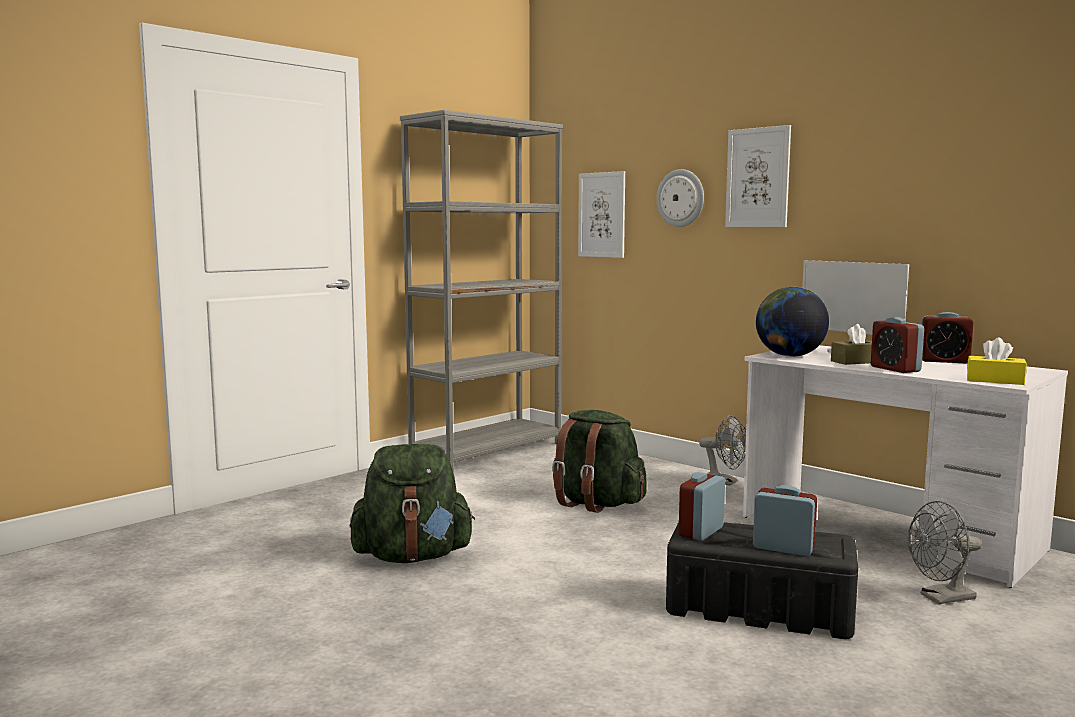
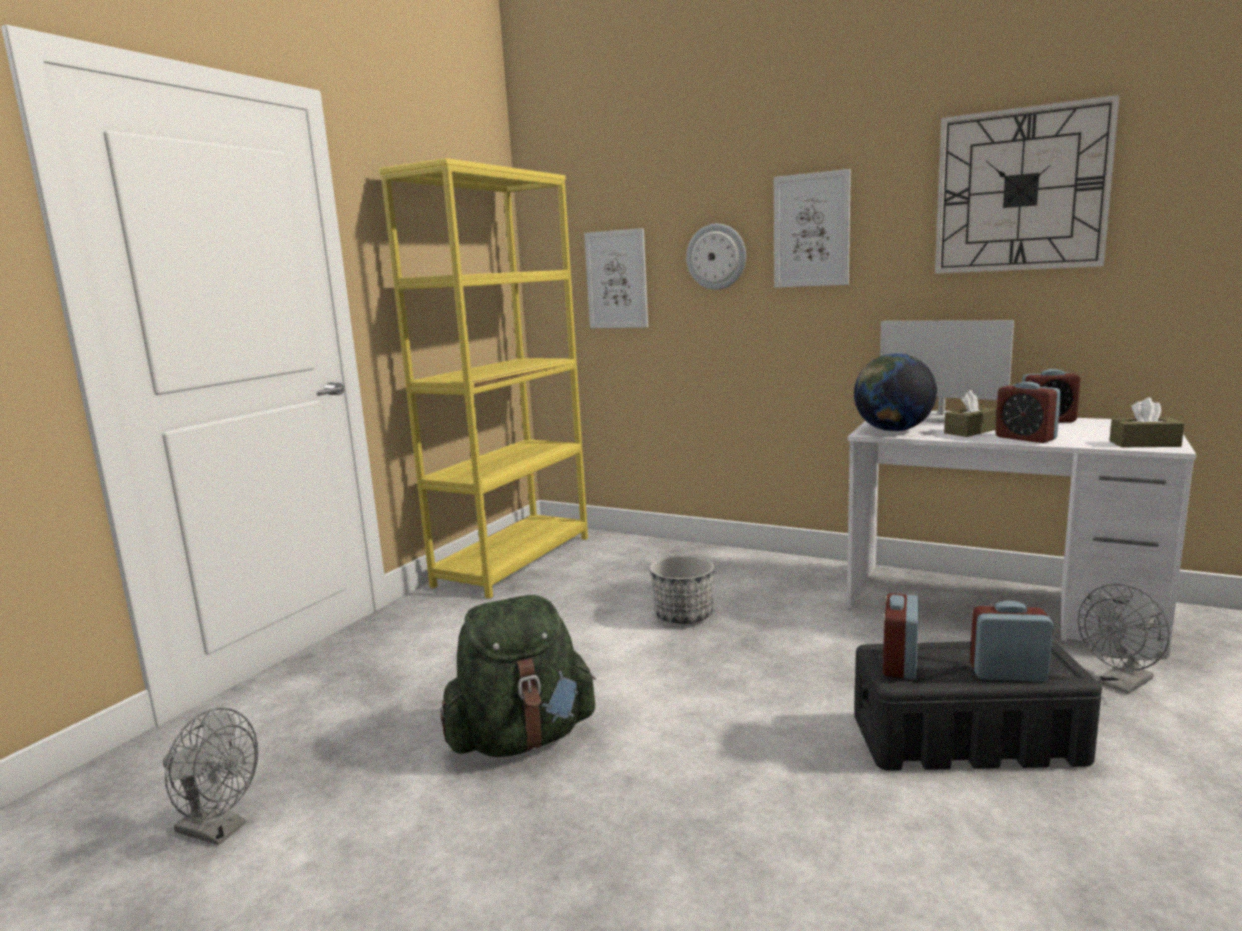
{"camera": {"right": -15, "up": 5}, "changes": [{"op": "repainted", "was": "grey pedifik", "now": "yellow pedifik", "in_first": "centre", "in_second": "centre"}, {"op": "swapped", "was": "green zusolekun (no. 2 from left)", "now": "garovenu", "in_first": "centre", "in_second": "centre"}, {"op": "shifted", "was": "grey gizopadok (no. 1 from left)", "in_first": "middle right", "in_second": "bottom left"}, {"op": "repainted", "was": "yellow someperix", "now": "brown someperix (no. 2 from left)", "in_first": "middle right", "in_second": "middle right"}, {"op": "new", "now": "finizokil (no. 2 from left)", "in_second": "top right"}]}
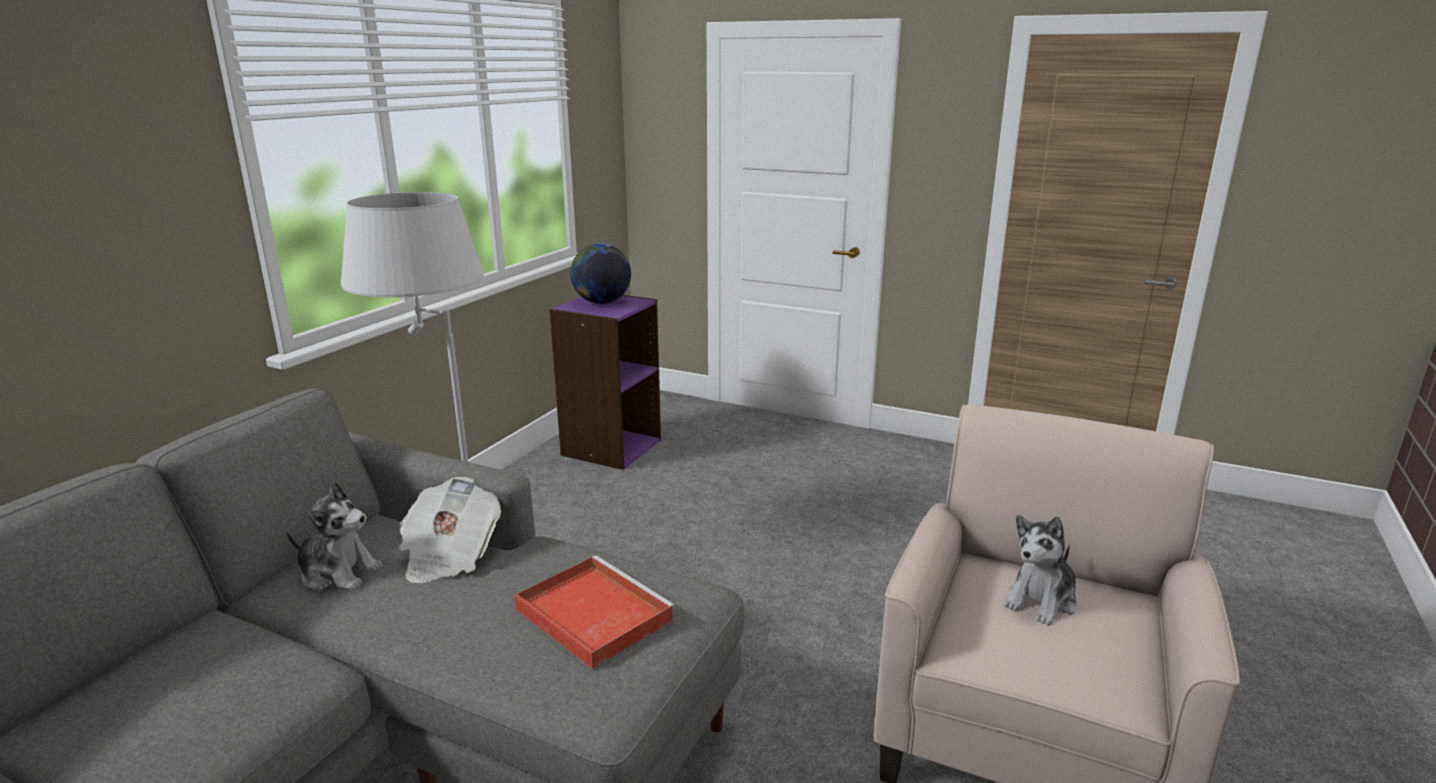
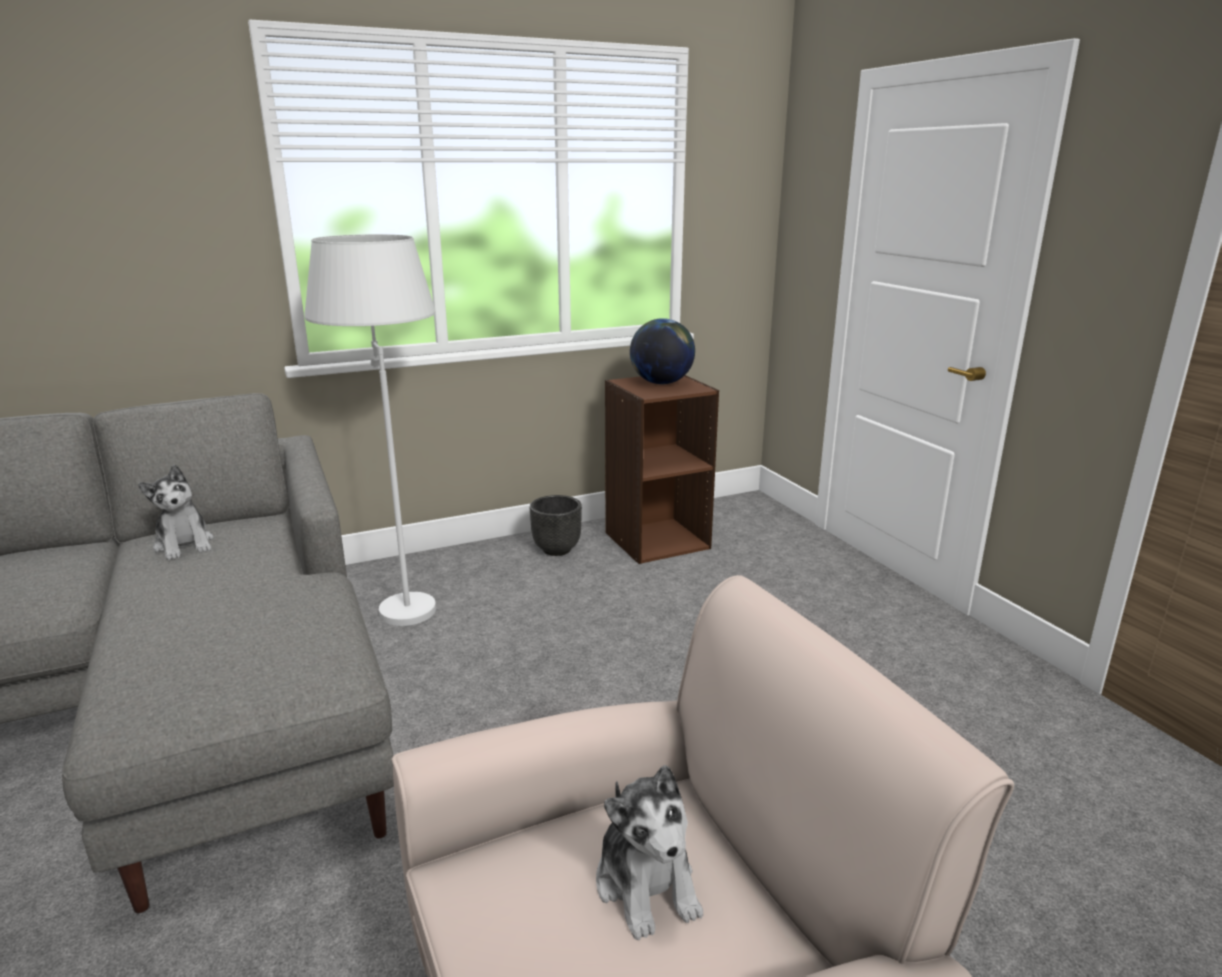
{"camera": {"right": 40, "up": 0}, "changes": [{"op": "gone", "was": "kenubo", "in_first": "bottom left"}, {"op": "gone", "was": "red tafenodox", "in_first": "bottom centre"}, {"op": "repainted", "was": "purple pedifik", "now": "brown pedifik", "in_first": "centre", "in_second": "centre"}, {"op": "rotated", "was": "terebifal (no. 2 from left)", "in_first": "bottom right", "in_second": "bottom centre", "clockwise": -105}, {"op": "new", "now": "black garovenu", "in_second": "centre"}]}
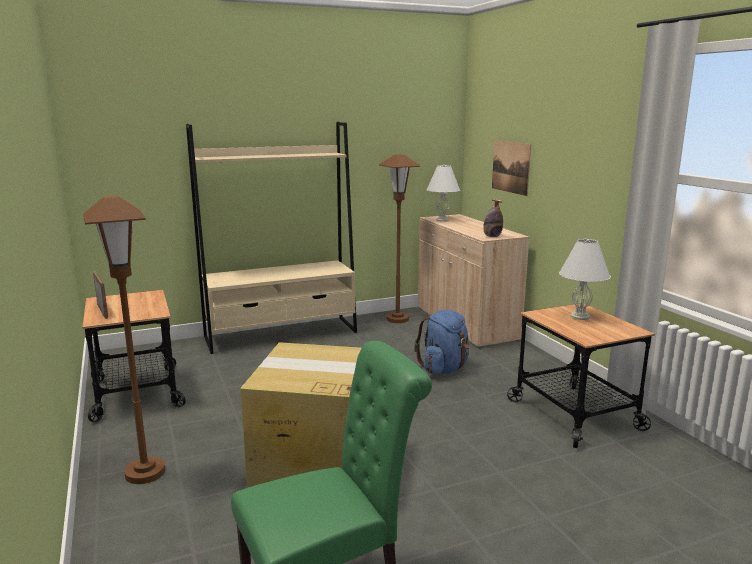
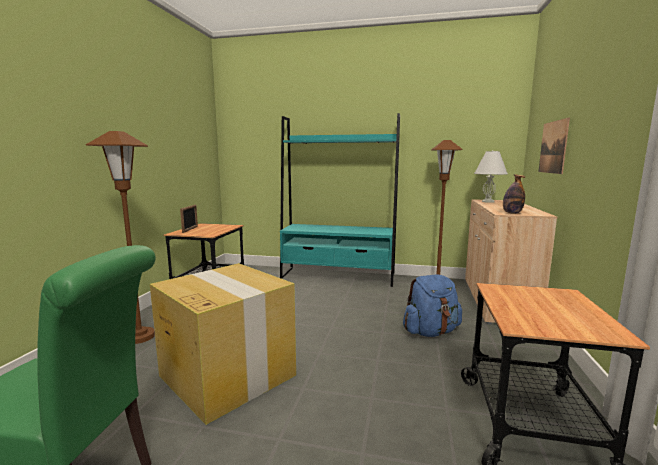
{"camera": {"right": 35, "up": -5}, "changes": [{"op": "repainted", "was": "beige pedifik", "now": "turquoise pedifik", "in_first": "centre", "in_second": "centre"}, {"op": "gone", "was": "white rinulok (no. 2 from left)", "in_first": "middle right"}]}
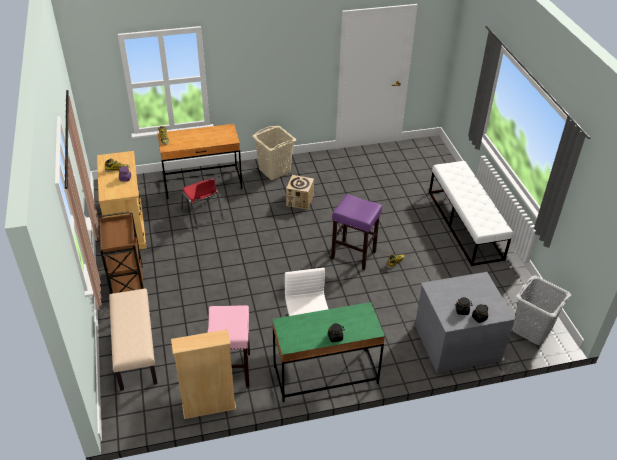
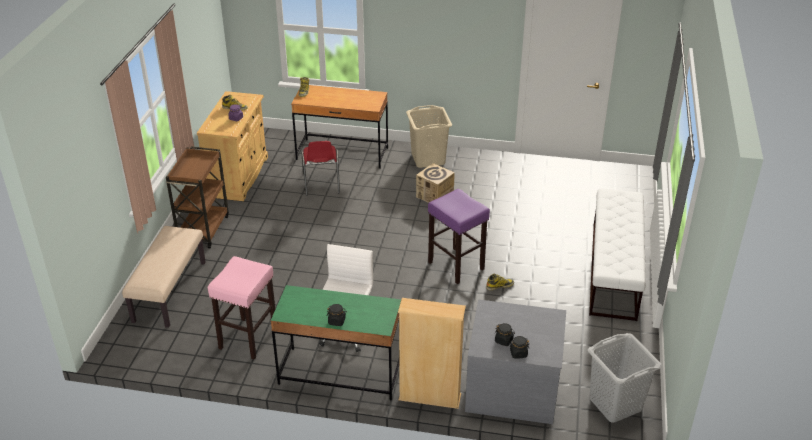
{"camera": {"right": 25, "up": -5}, "changes": [{"op": "shifted", "was": "beige pedifik", "in_first": "bottom left", "in_second": "bottom centre"}]}
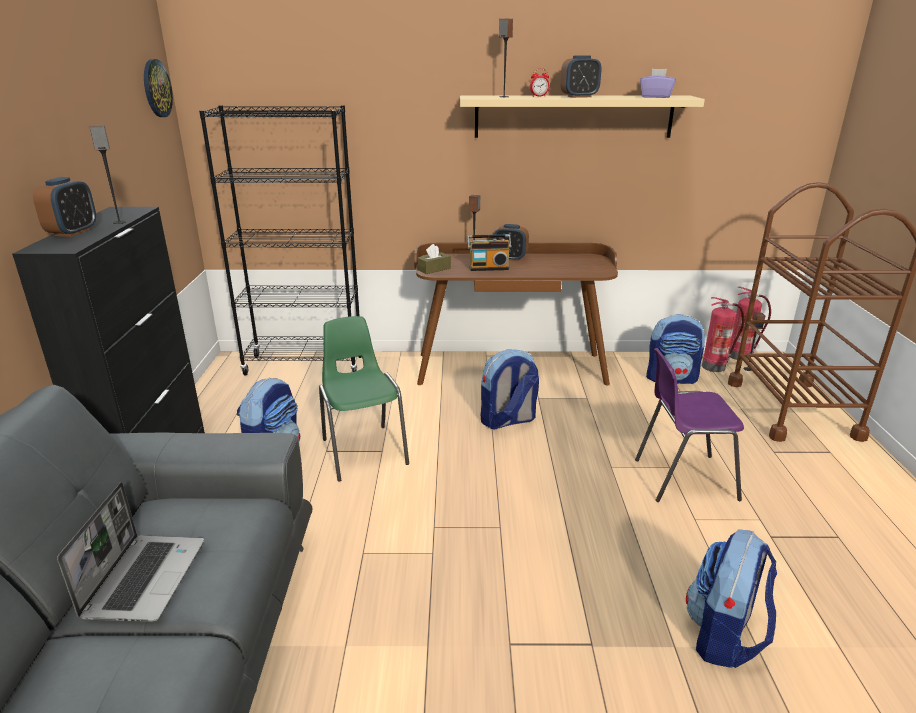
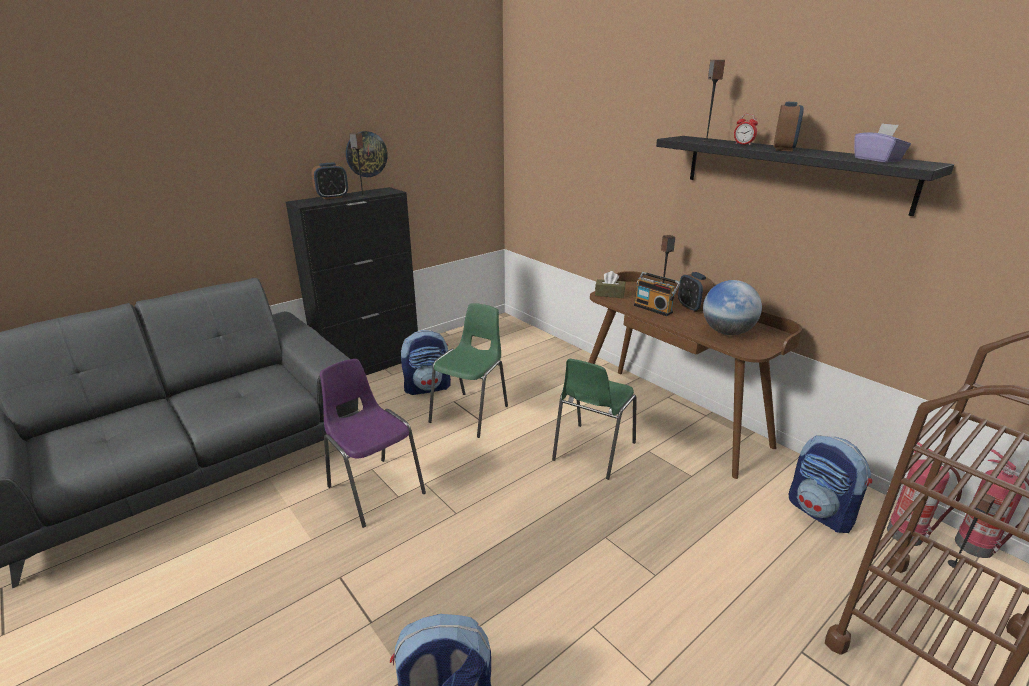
{"camera": {"right": 50, "up": 0}, "changes": [{"op": "gone", "was": "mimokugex", "in_first": "bottom left"}, {"op": "shifted", "was": "finizokil", "in_first": "top left", "in_second": "top centre"}, {"op": "gone", "was": "black pedifik", "in_first": "middle left"}, {"op": "repainted", "was": "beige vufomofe", "now": "black vufomofe", "in_first": "top centre", "in_second": "top right"}, {"op": "swapped", "was": "zusolekun (no. 2 from left)", "now": "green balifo (no. 2 from left)", "in_first": "centre", "in_second": "centre"}, {"op": "rotated", "was": "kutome (no. 4 from left)", "in_first": "top centre", "in_second": "top right", "clockwise": -105}, {"op": "shifted", "was": "purple balifo", "in_first": "middle right", "in_second": "centre"}, {"op": "new", "now": "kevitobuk", "in_second": "middle right"}]}
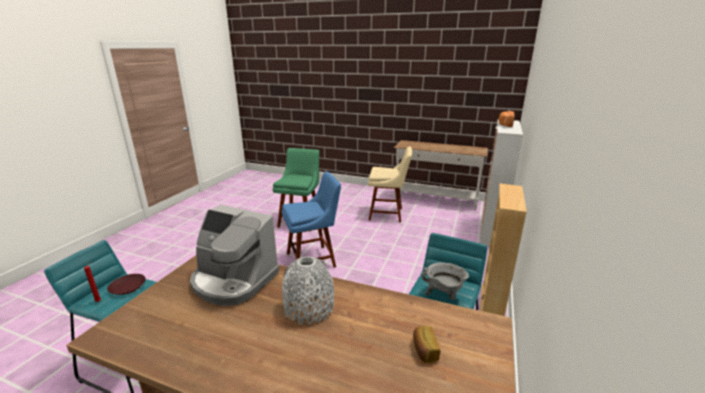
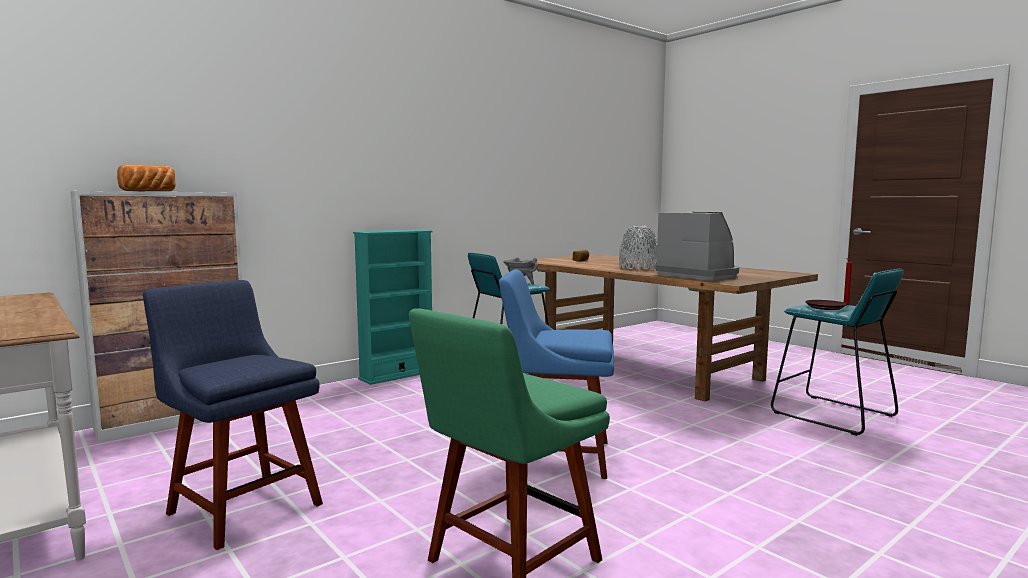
{"camera": {"right": -150, "up": -15}, "changes": [{"op": "repainted", "was": "beige balifo", "now": "blue balifo (no. 1 from left)", "in_first": "centre", "in_second": "bottom left"}, {"op": "repainted", "was": "beige pedifik", "now": "turquoise pedifik", "in_first": "middle right", "in_second": "centre"}]}
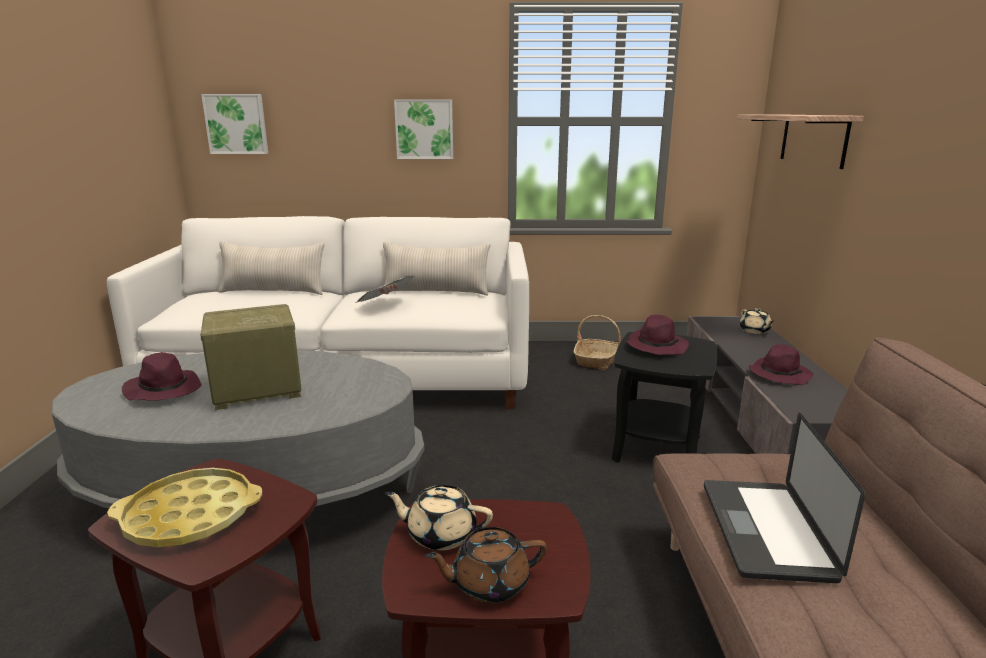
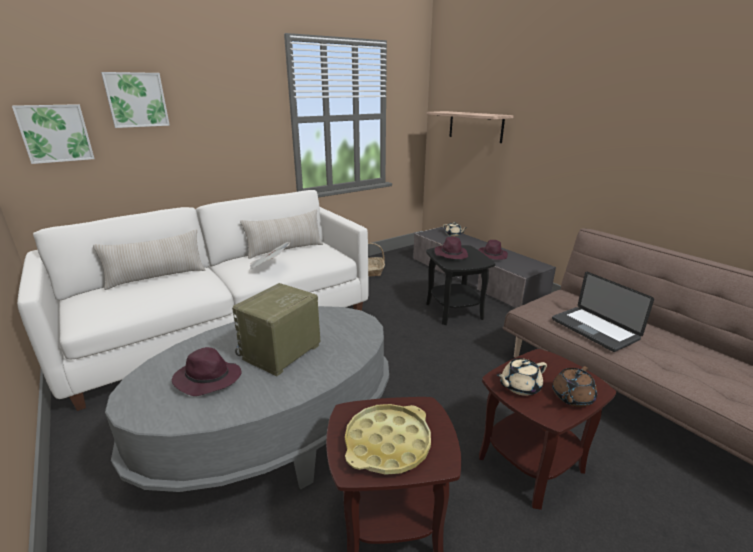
{"camera": {"right": -35, "up": 5}, "changes": [{"op": "shifted", "was": "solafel (no. 2 from left)", "in_first": "top centre", "in_second": "top left"}]}
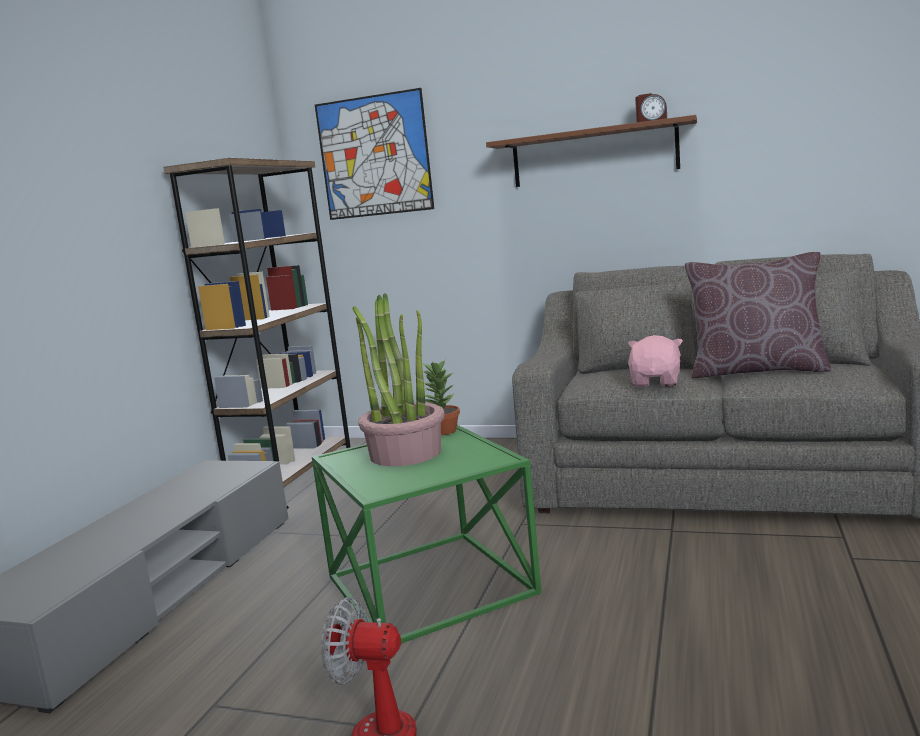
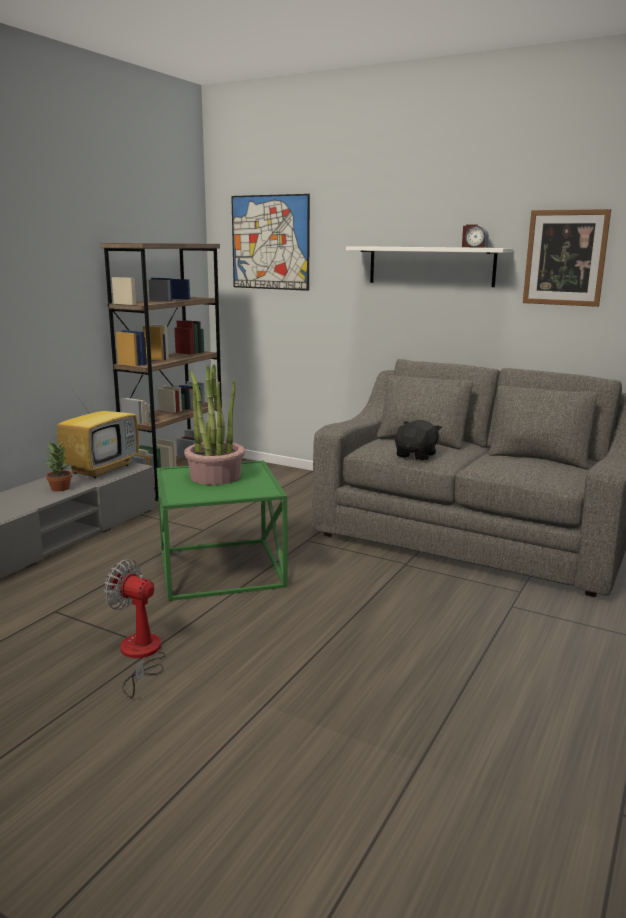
{"camera": {"right": 10, "up": 5}, "changes": [{"op": "shifted", "was": "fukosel (no. 2 from left in the first image)", "now": "fukosel (no. 1 from left)", "in_first": "centre", "in_second": "middle left"}, {"op": "repainted", "was": "brown vufomofe", "now": "white vufomofe", "in_first": "top centre", "in_second": "top right"}, {"op": "repainted", "was": "pink terebifal", "now": "black terebifal", "in_first": "middle right", "in_second": "middle right"}, {"op": "gone", "was": "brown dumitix", "in_first": "middle right"}, {"op": "new", "now": "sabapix", "in_second": "middle left"}, {"op": "new", "now": "solafel (no. 2 from left)", "in_second": "top right"}]}
